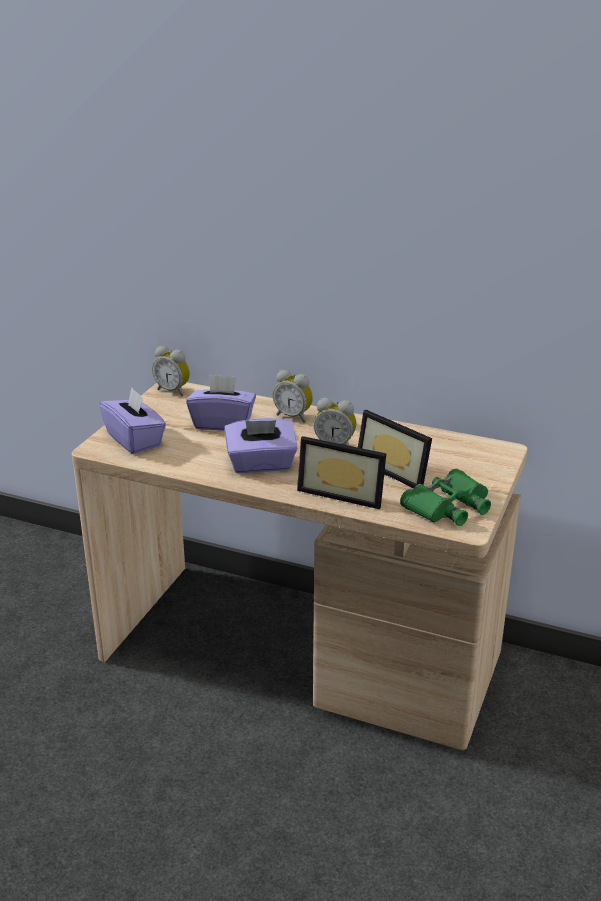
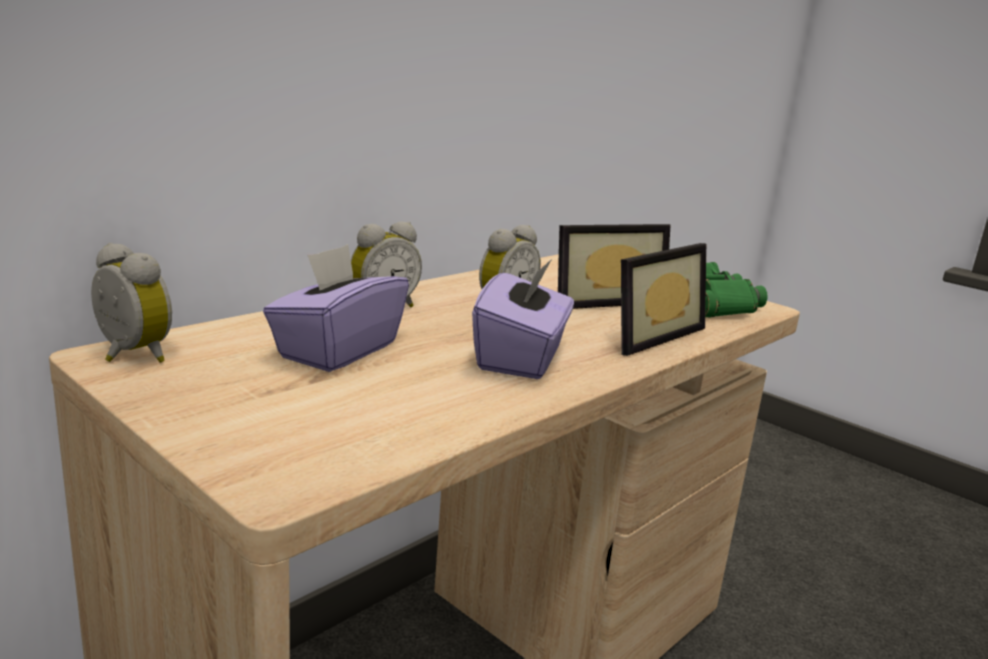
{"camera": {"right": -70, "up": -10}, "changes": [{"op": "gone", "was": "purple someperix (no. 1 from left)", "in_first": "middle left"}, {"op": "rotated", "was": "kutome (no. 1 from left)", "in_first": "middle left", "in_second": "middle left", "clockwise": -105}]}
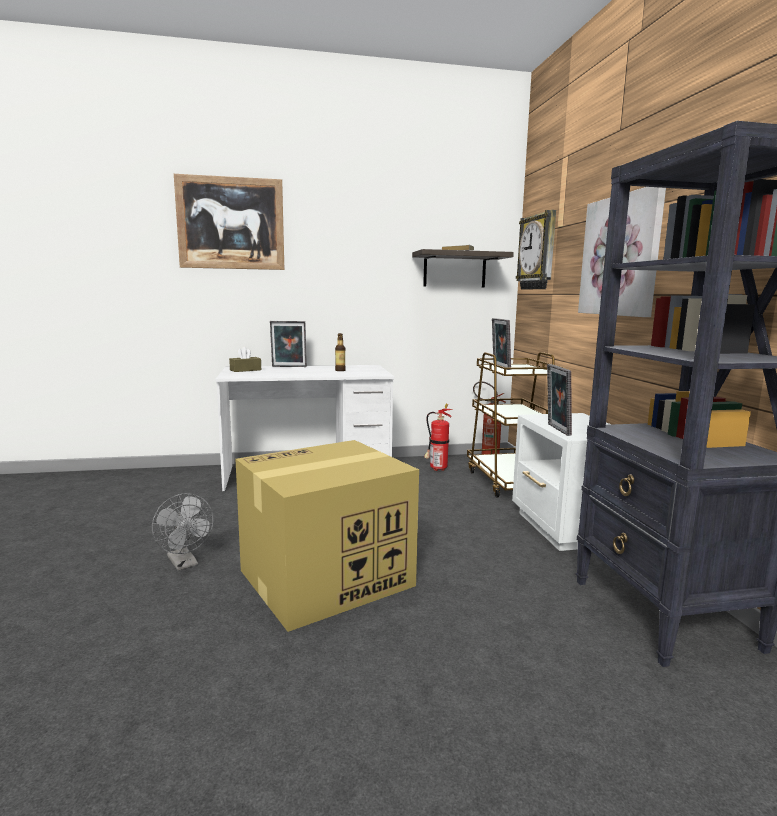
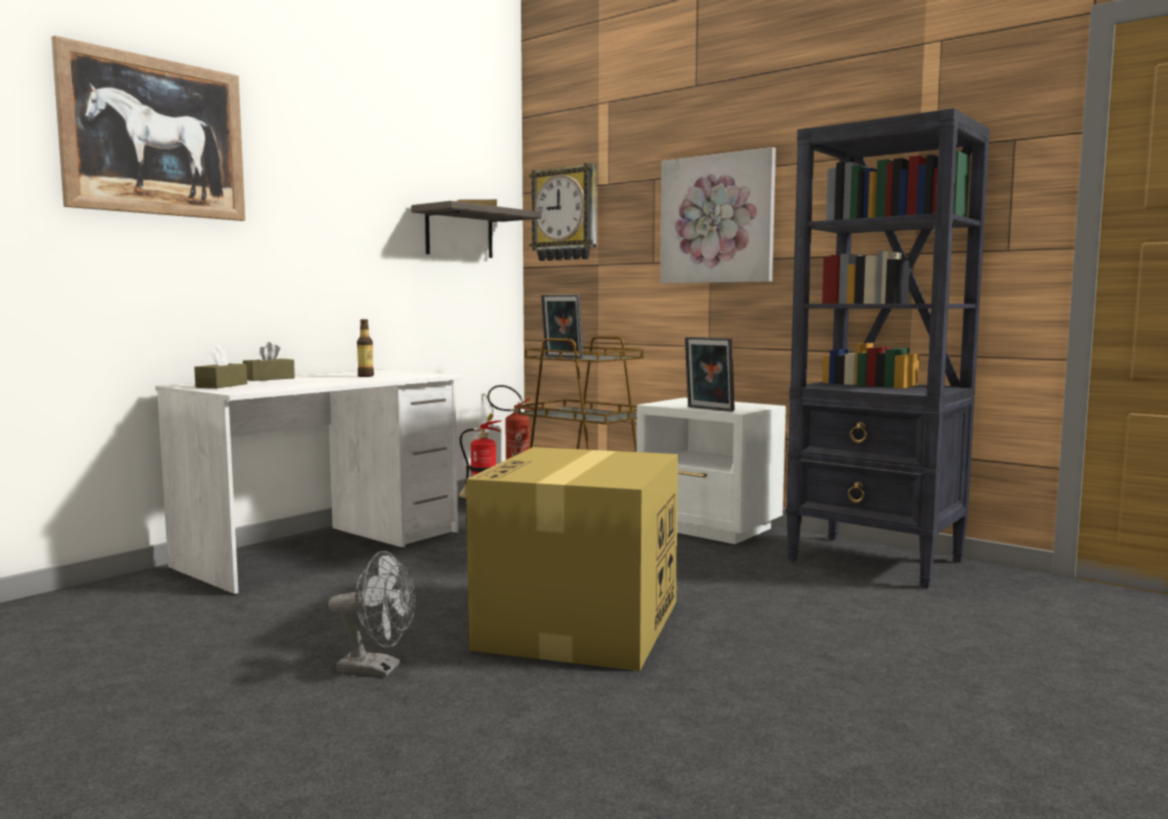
{"camera": {"right": -40, "up": -5}, "changes": [{"op": "swapped", "was": "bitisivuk (no. 1 from left)", "now": "brown someperix (no. 2 from left)", "in_first": "centre", "in_second": "middle left"}]}
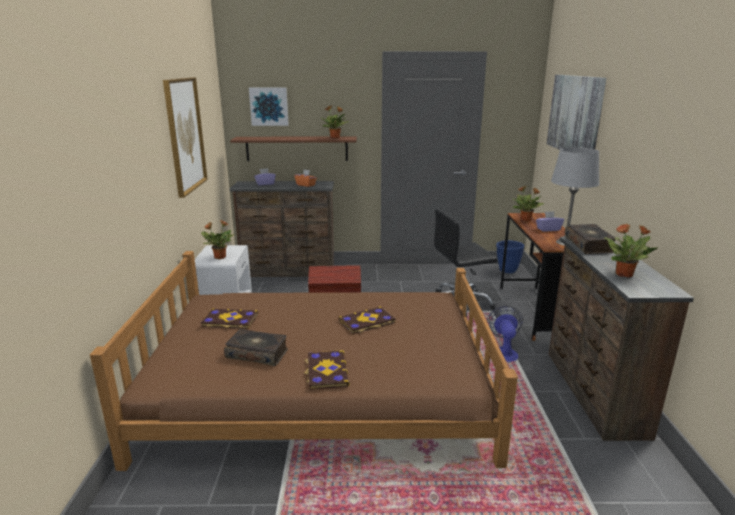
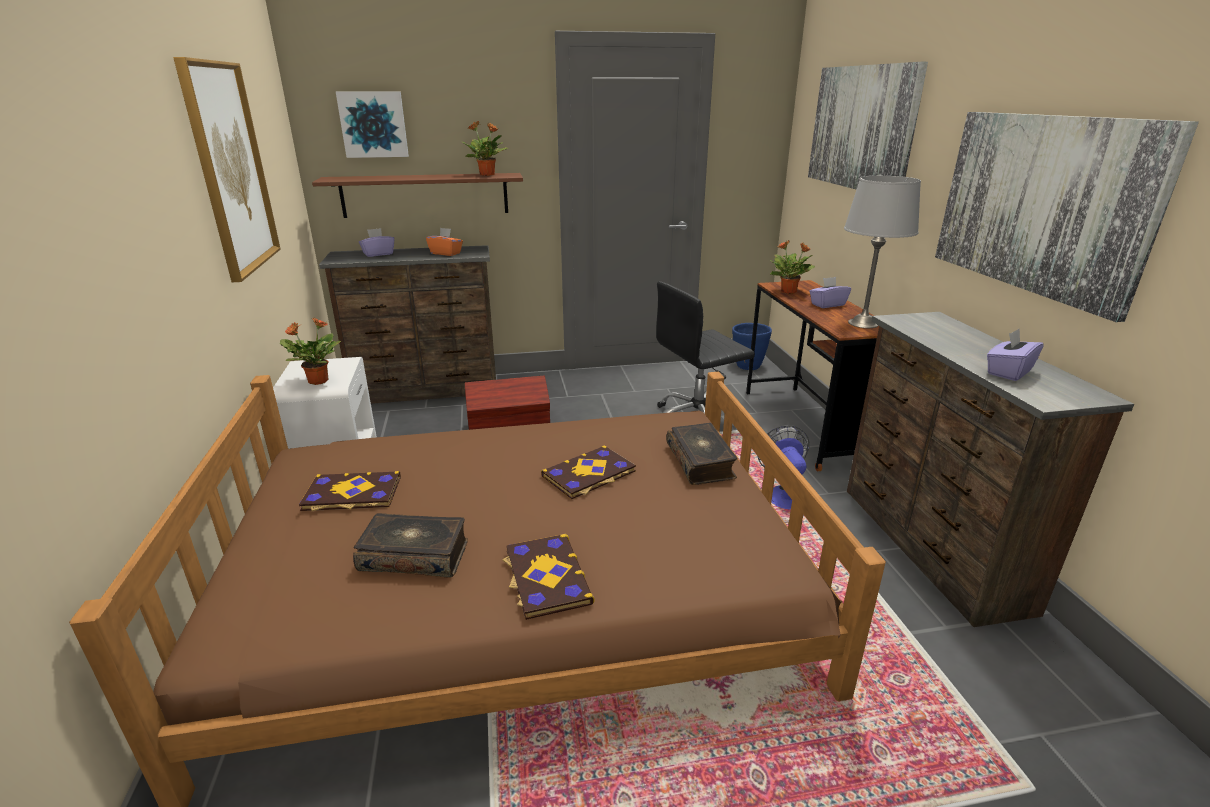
{"camera": {"right": -10, "up": 5}, "changes": [{"op": "shifted", "was": "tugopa (no. 5 from left)", "in_first": "middle right", "in_second": "centre"}, {"op": "swapped", "was": "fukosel (no. 4 from left)", "now": "purple someperix (no. 3 from left)", "in_first": "middle right", "in_second": "middle right"}, {"op": "new", "now": "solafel (no. 4 from left)", "in_second": "top right"}]}
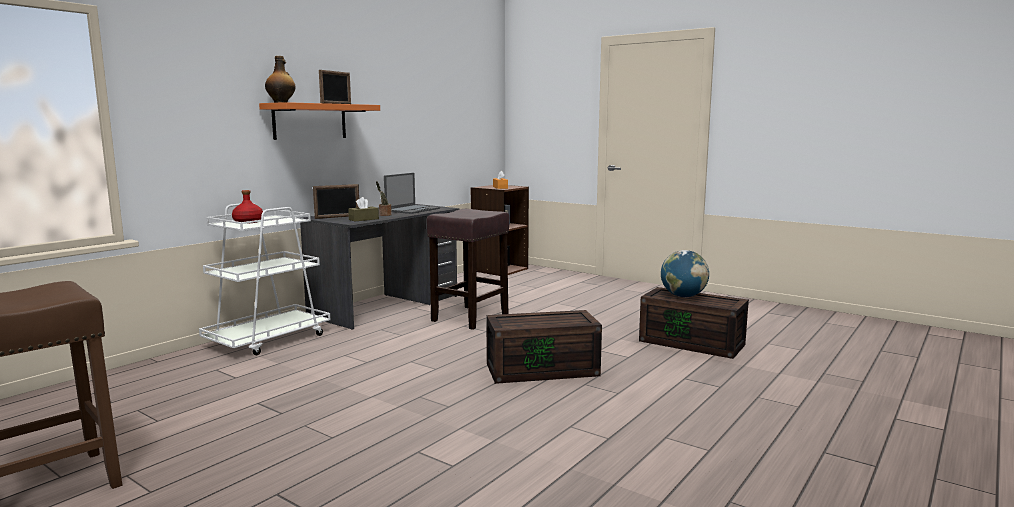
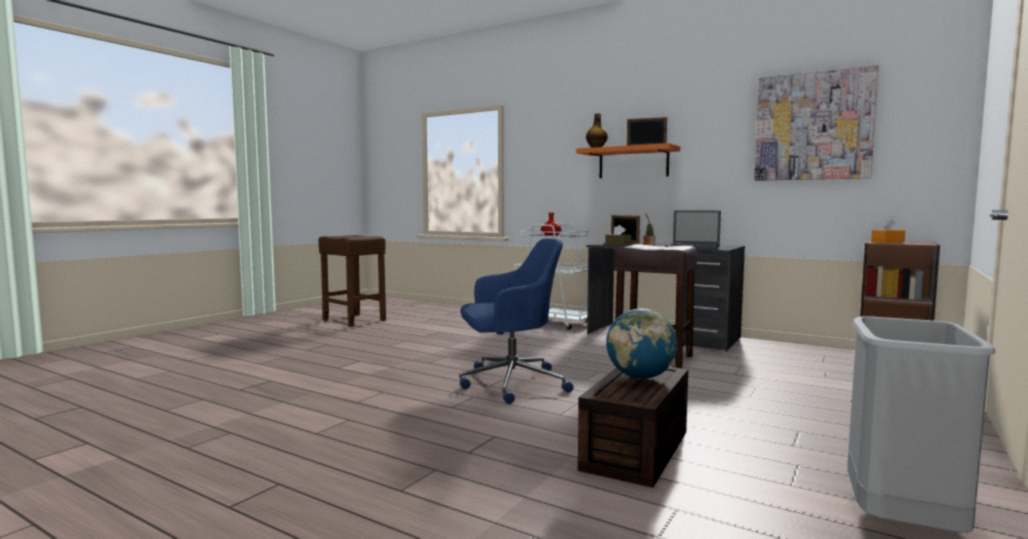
{"camera": {"right": 85, "up": -5}, "changes": [{"op": "swapped", "was": "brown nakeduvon (no. 1 from left)", "now": "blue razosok", "in_first": "bottom centre", "in_second": "centre"}, {"op": "new", "now": "solafel", "in_second": "top right"}, {"op": "new", "now": "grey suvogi", "in_second": "bottom right"}]}
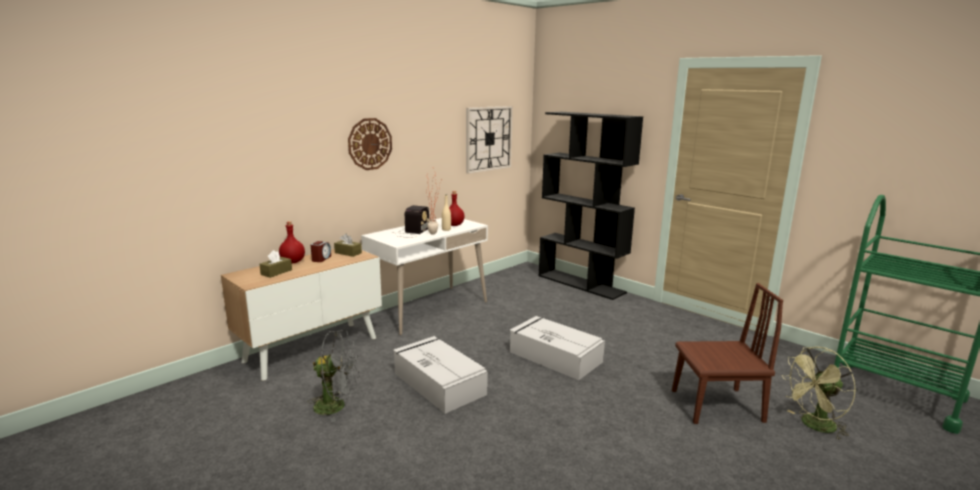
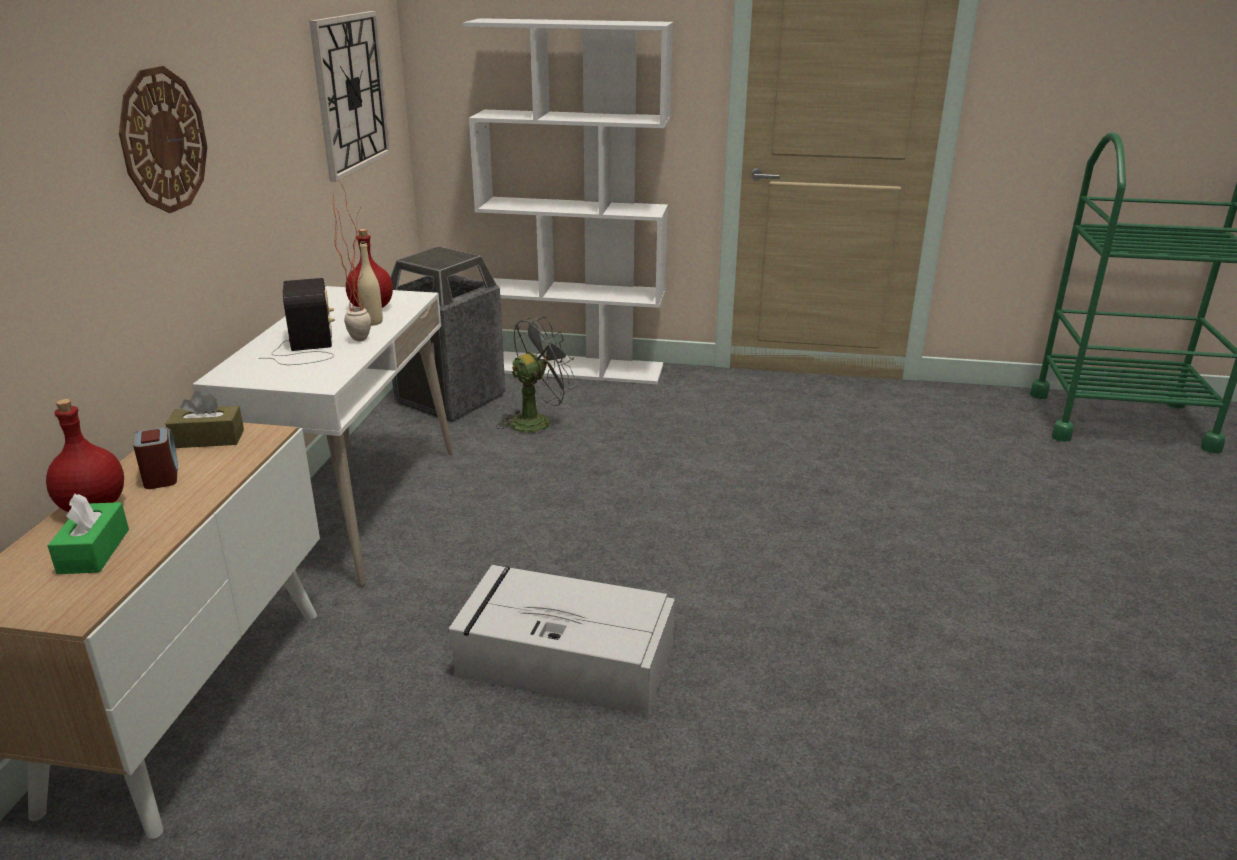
{"camera": {"right": -35, "up": 10}, "changes": [{"op": "repainted", "was": "brown someperix (no. 1 from left)", "now": "green someperix", "in_first": "middle left", "in_second": "middle left"}, {"op": "shifted", "was": "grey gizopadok", "in_first": "bottom centre", "in_second": "centre"}, {"op": "gone", "was": "grey nakeduvon (no. 2 from left)", "in_first": "bottom centre"}, {"op": "repainted", "was": "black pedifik", "now": "white pedifik", "in_first": "centre", "in_second": "top centre"}, {"op": "gone", "was": "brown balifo", "in_first": "bottom right"}, {"op": "gone", "was": "green gizopadok", "in_first": "bottom right"}, {"op": "new", "now": "suvogi", "in_second": "centre"}]}
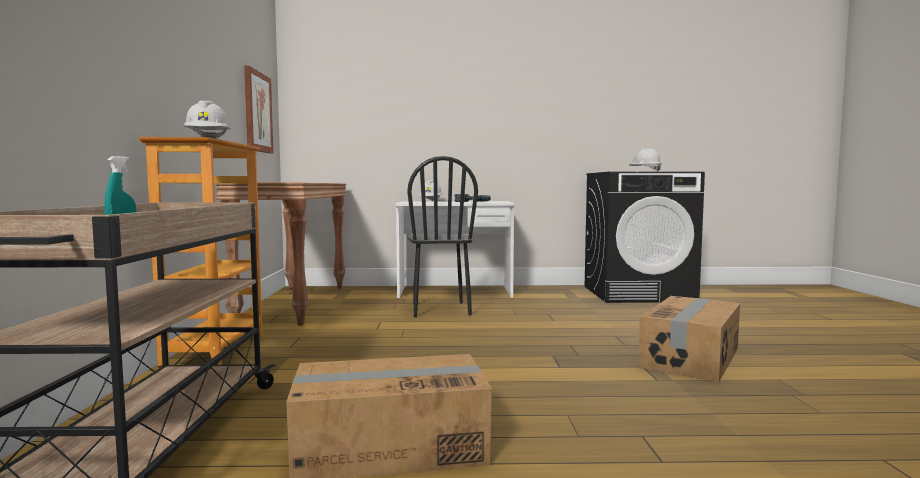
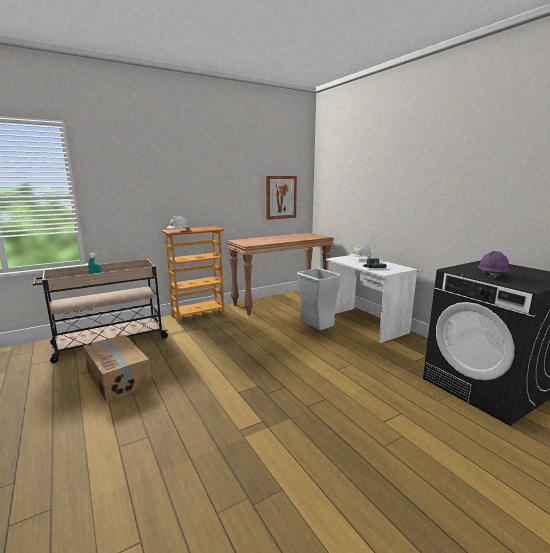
{"camera": {"right": 60, "up": 10}, "changes": [{"op": "swapped", "was": "black balifo", "now": "grey suvogi", "in_first": "centre", "in_second": "centre"}, {"op": "repainted", "was": "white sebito (no. 3 from left)", "now": "purple sebito", "in_first": "top right", "in_second": "middle right"}, {"op": "gone", "was": "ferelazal (no. 2 from left)", "in_first": "bottom right"}]}
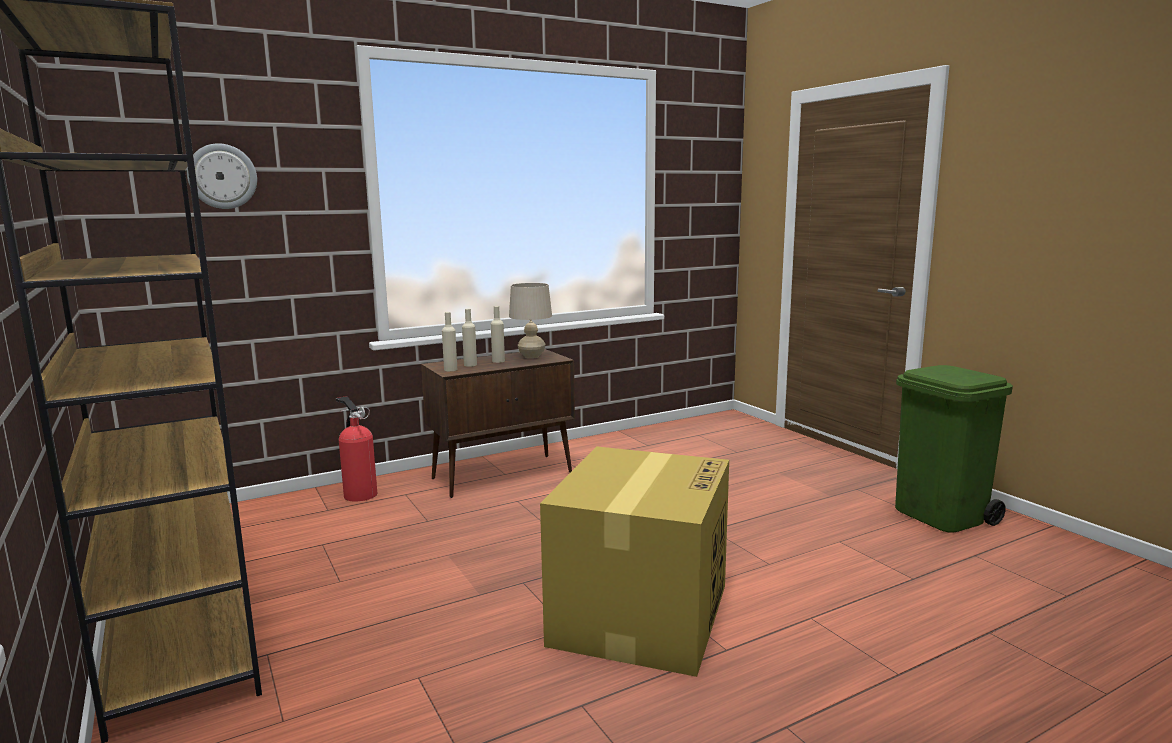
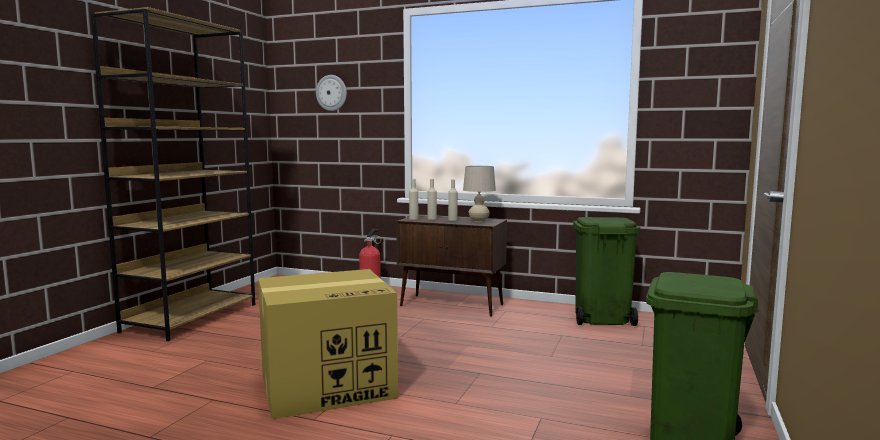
{"camera": {"right": 50, "up": -5}, "changes": [{"op": "new", "now": "green suvogi (no. 1 from left)", "in_second": "middle right"}]}
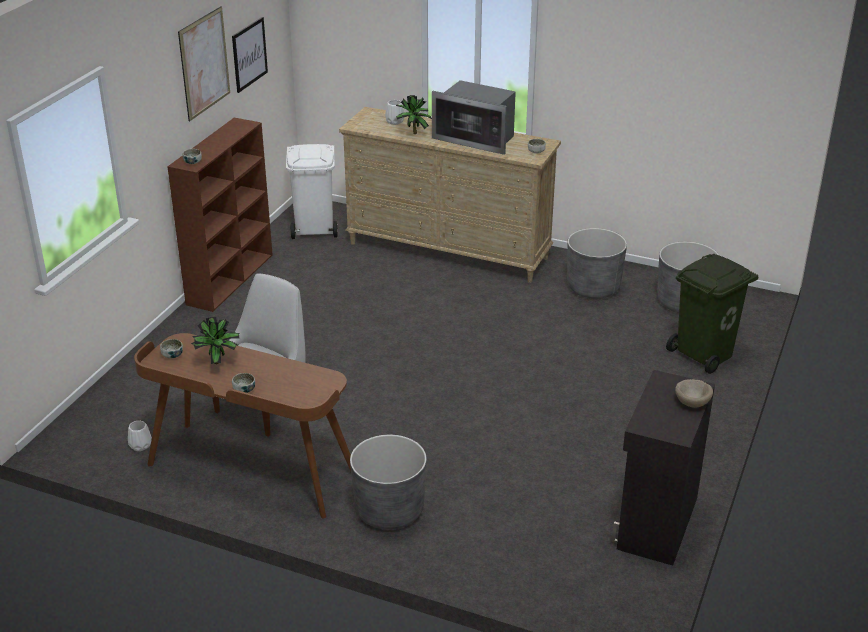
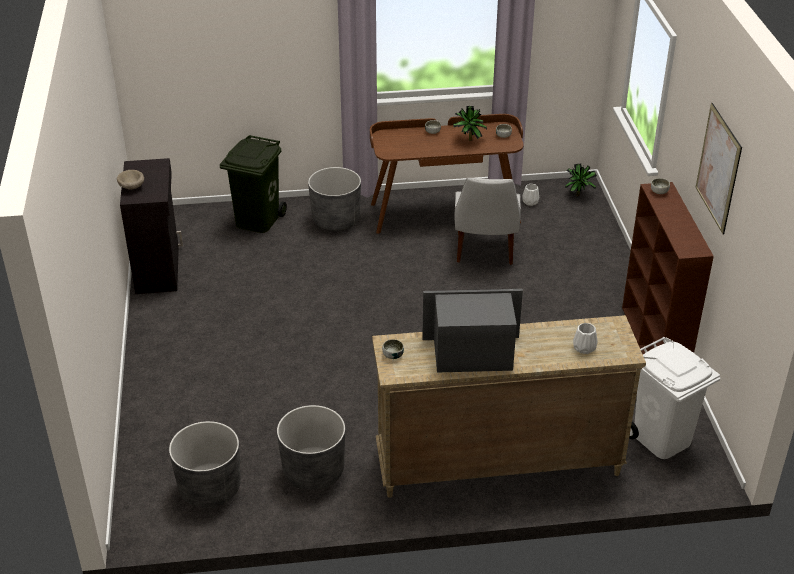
{"camera": {"right": 150, "up": 5}, "changes": [{"op": "gone", "was": "solafel (no. 2 from left)", "in_first": "top left"}, {"op": "shifted", "was": "fukosel (no. 2 from left)", "in_first": "top centre", "in_second": "top right"}, {"op": "shifted", "was": "green suvogi", "in_first": "middle right", "in_second": "top left"}]}
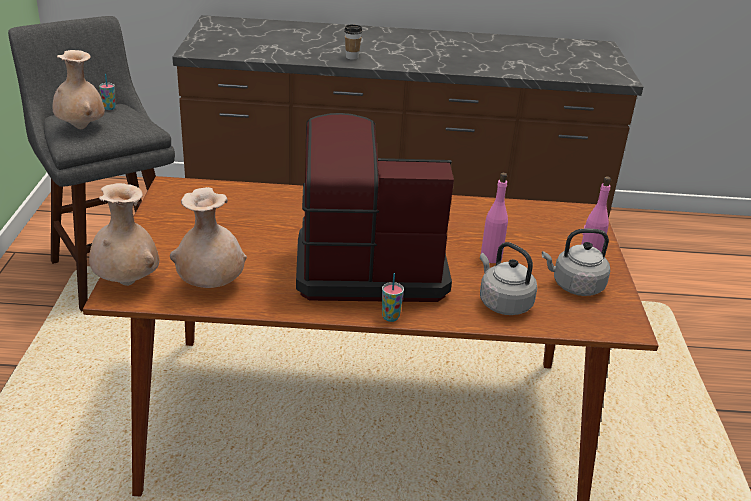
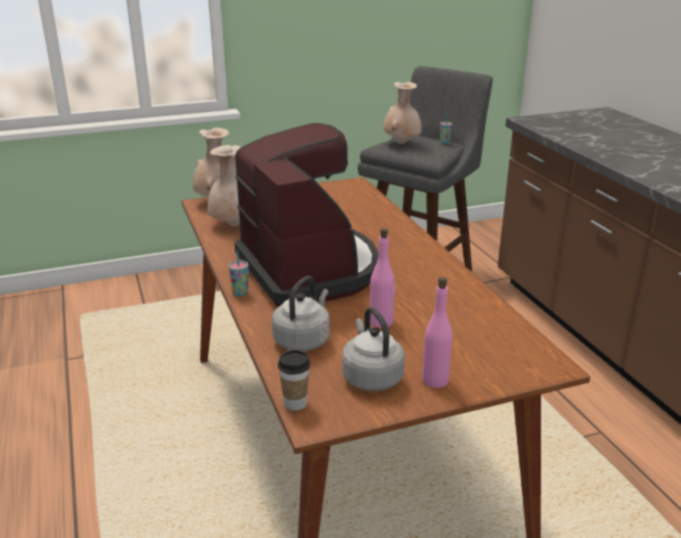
{"camera": {"right": 70, "up": -5}, "changes": [{"op": "shifted", "was": "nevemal (no. 2 from left)", "in_first": "top centre", "in_second": "bottom centre"}]}
